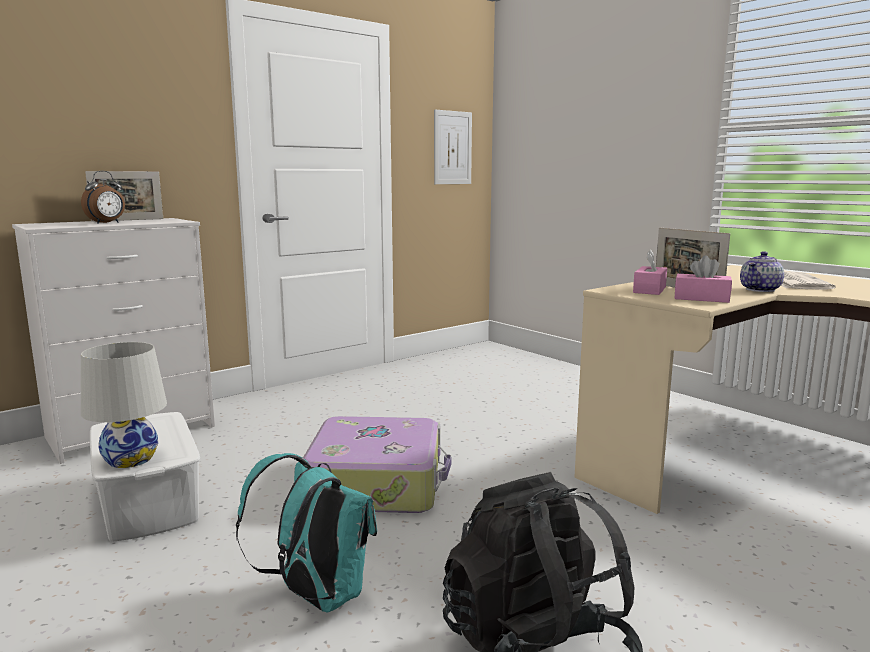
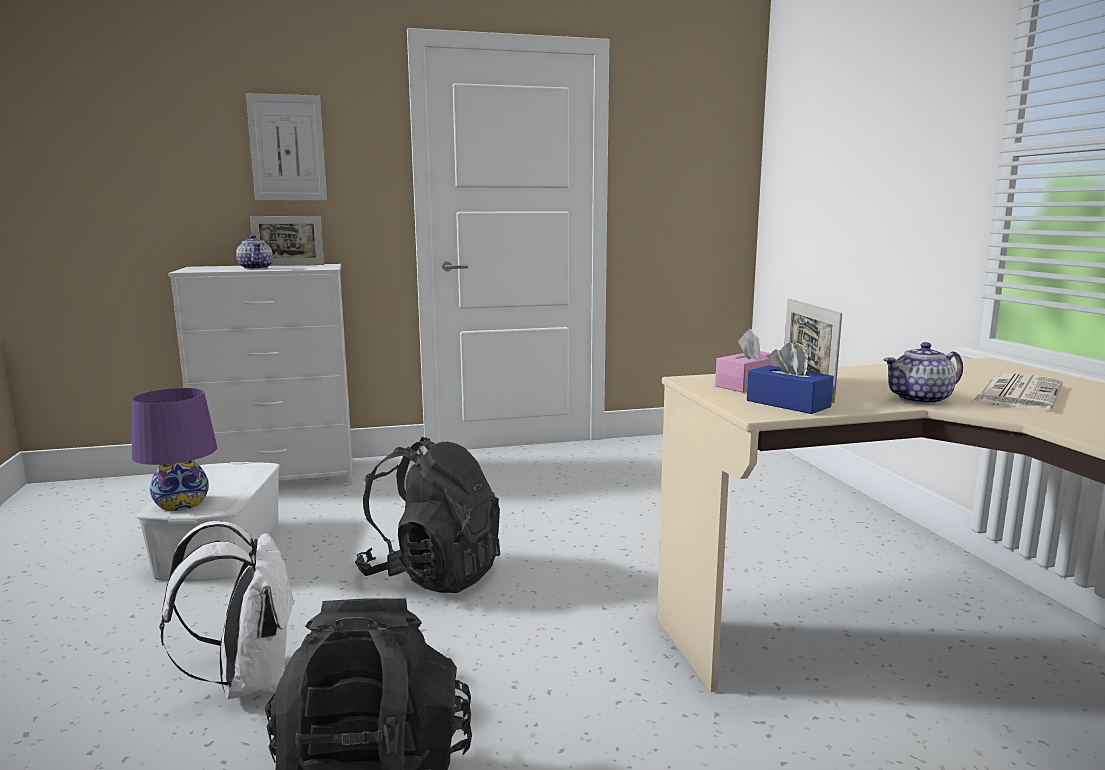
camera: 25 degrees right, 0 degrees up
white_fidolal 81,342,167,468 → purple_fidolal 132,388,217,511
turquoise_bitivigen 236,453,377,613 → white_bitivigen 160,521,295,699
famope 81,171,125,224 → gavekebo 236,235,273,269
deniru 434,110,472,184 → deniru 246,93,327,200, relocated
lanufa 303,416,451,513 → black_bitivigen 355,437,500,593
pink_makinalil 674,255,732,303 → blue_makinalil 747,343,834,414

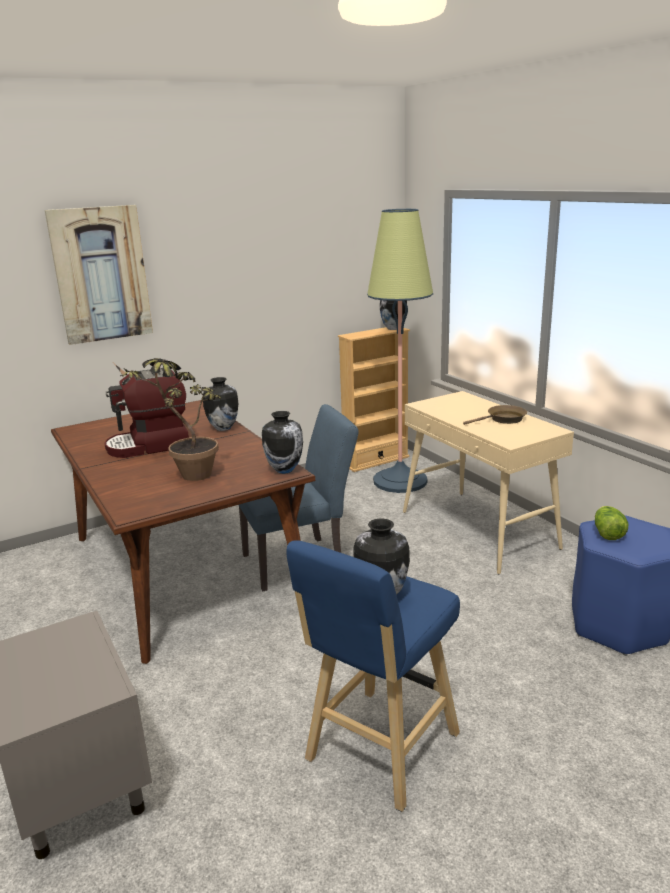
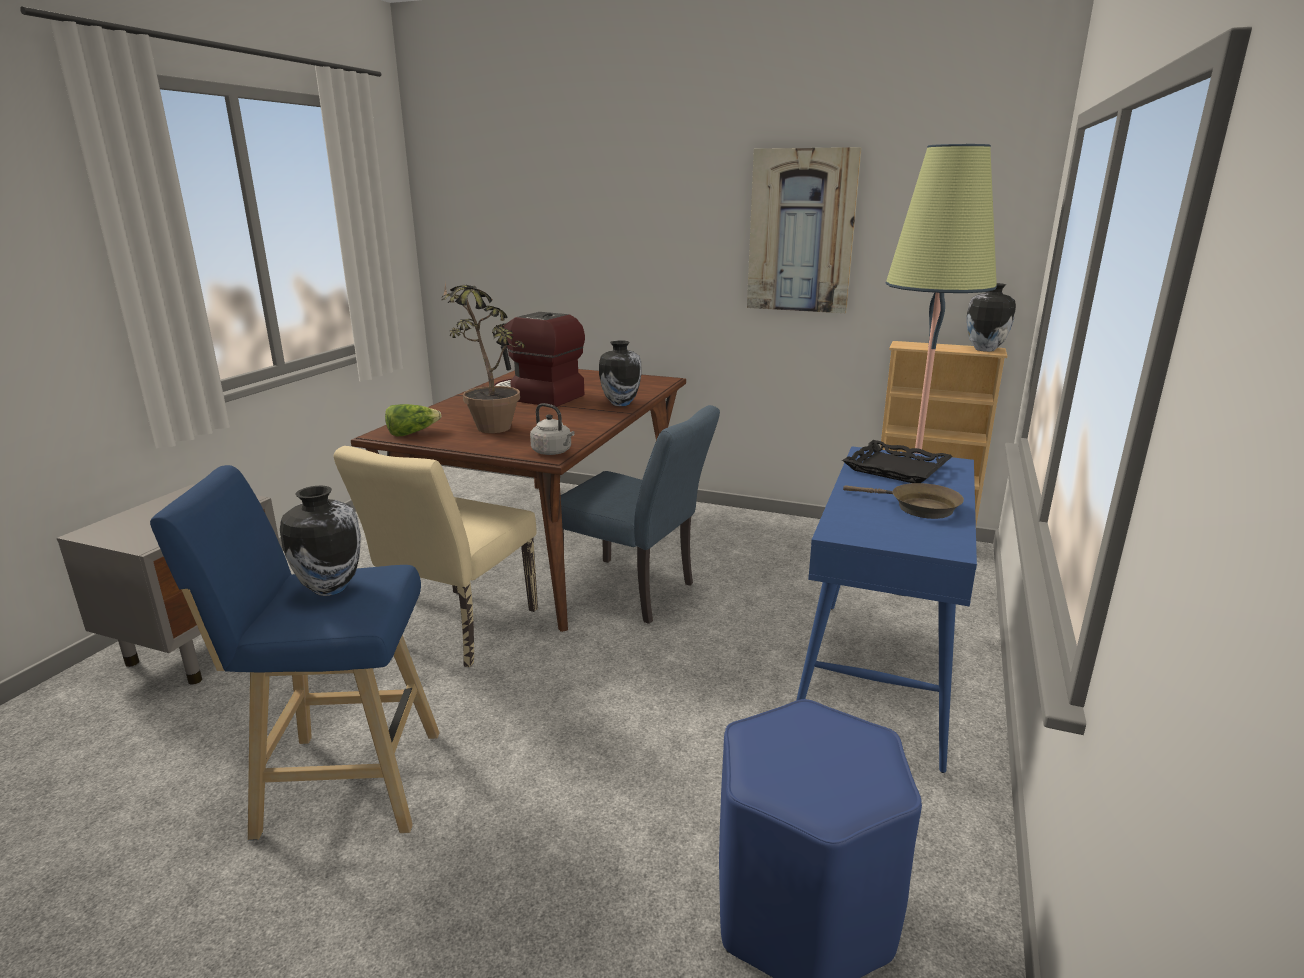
camera: 50 degrees right, 0 degrees up
- → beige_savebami 334,446,538,667
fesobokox 595,506,628,540 → fesobokox 385,404,441,437, relocated
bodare 262,411,303,474 → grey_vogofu 530,403,575,455
deniru 45,205,153,345 → deniru 747,147,862,313, relocated
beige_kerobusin 403,391,574,574 → blue_kerobusin 796,446,977,773
- → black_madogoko 842,440,953,483

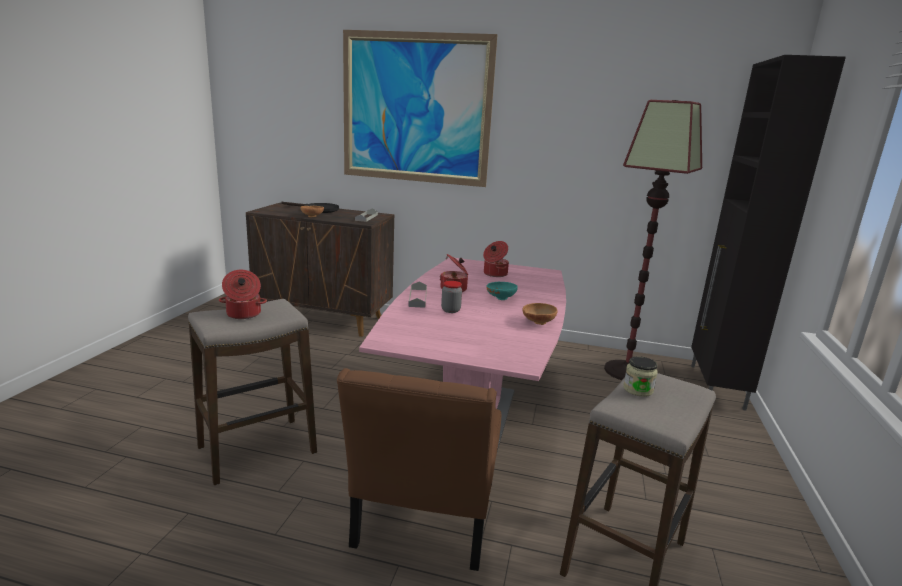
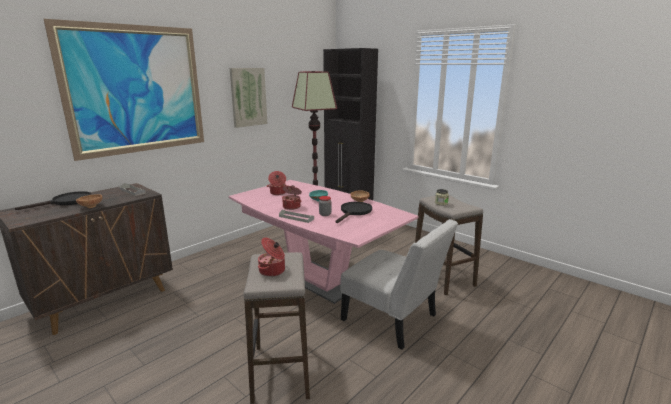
camera: 60 degrees left, 0 degrees up
- → deniru 230,68,267,128
- → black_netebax 335,202,372,223
brown_savebami 337,368,501,571 → white_savebami 340,219,458,349

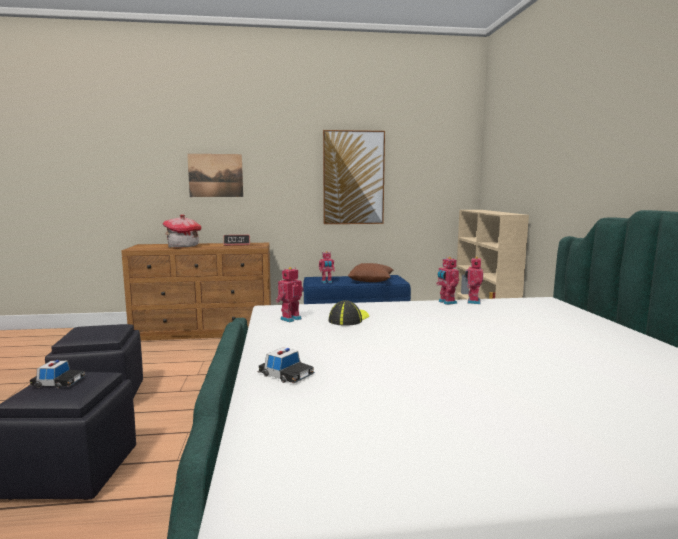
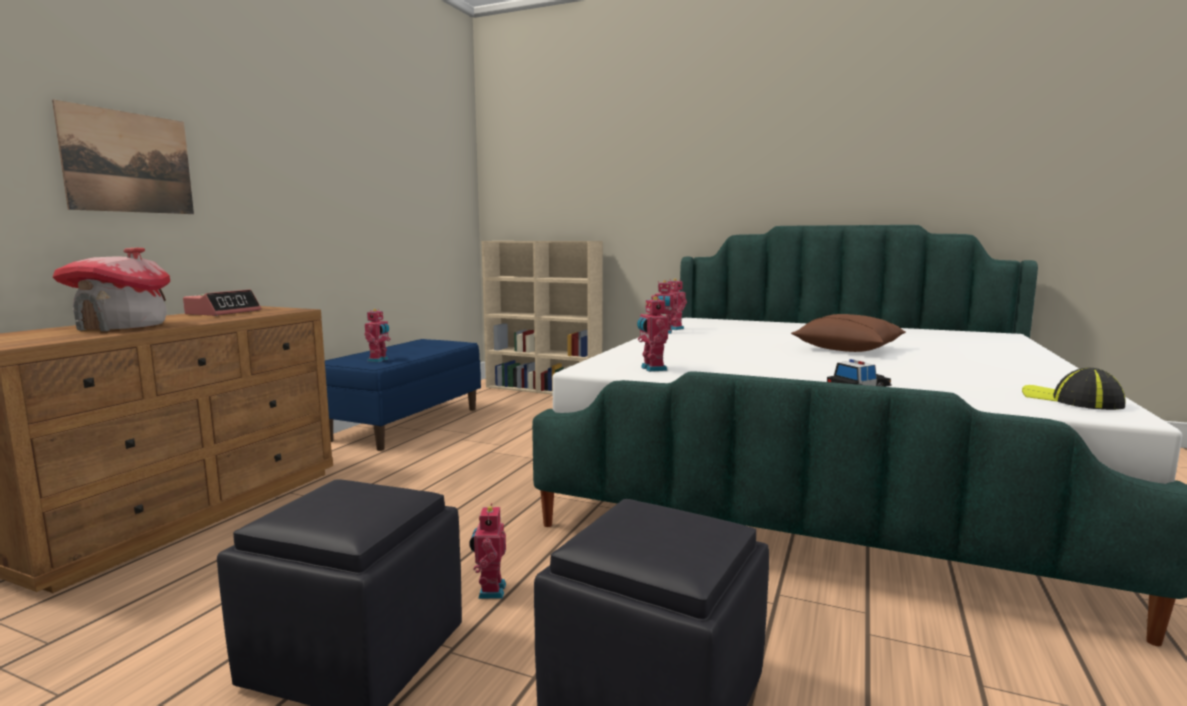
camera: 60 degrees left, 0 degrees up
- → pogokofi 469,503,506,599
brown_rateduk 348,263,393,282 → brown_rateduk 791,314,906,352, relocated
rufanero 329,300,369,326 → rufanero 1022,367,1126,410, relocated
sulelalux 29,360,86,389 → -
deniru 323,130,385,224 → -

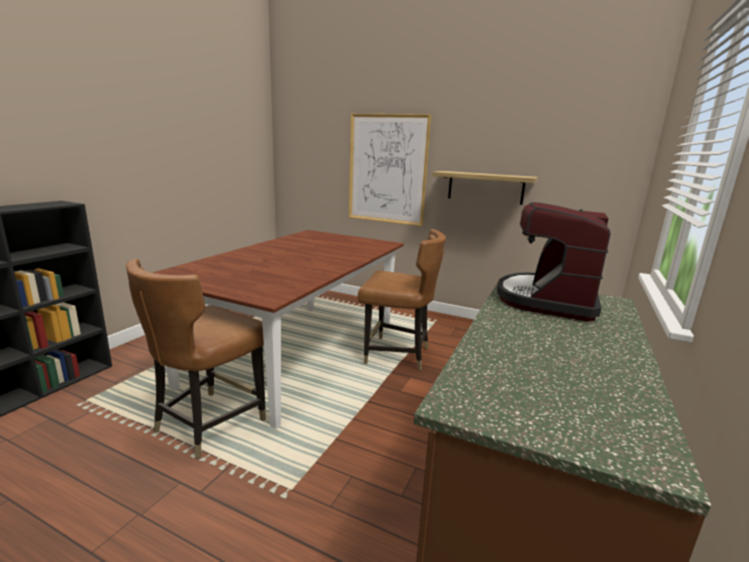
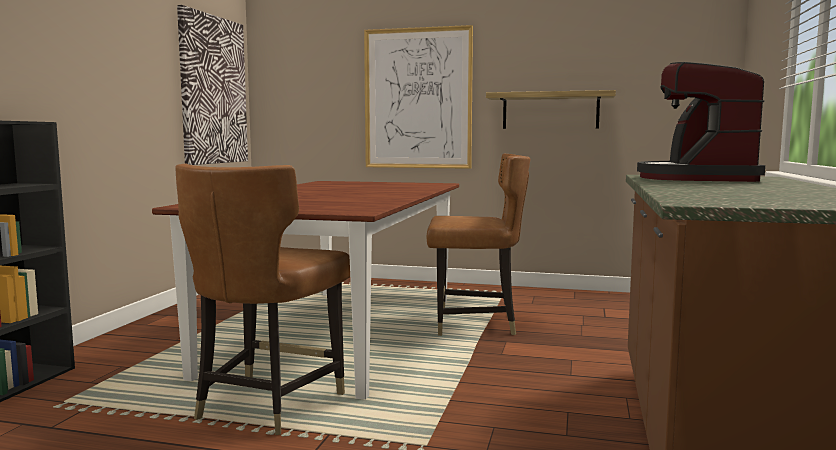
camera: 10 degrees left, 10 degrees down
- → deniru 177,5,248,165

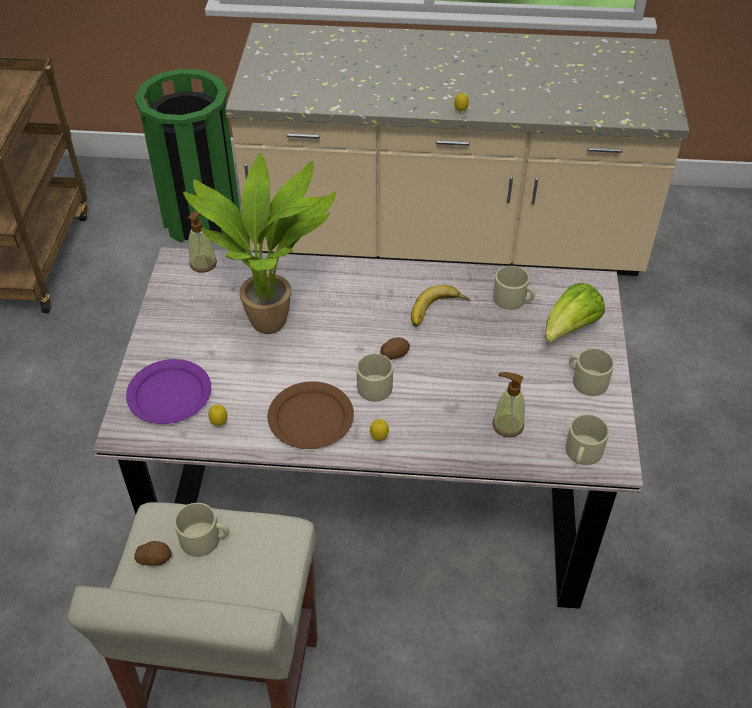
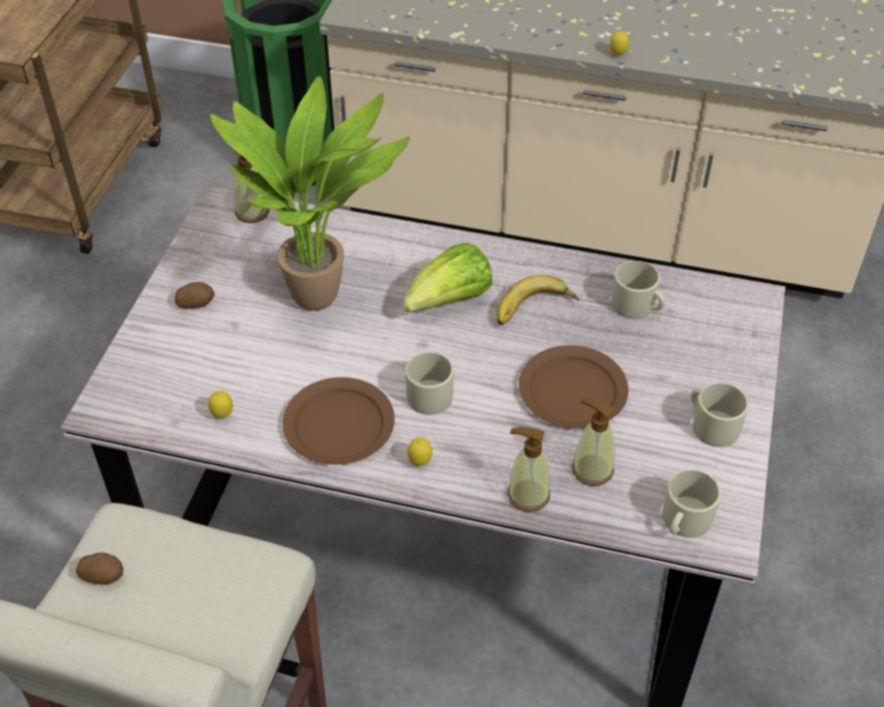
camera: 10 degrees right, 0 degrees up
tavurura 380,337,410,360 → tavurura 175,282,214,309, relocated
fesobokox 545,283,605,343 → fesobokox 403,243,493,313, relocated
- → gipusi 507,427,550,512
- → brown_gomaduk 519,345,628,429
purple_gomaduk 126,359,211,424 → -
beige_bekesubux 174,503,229,557 → -

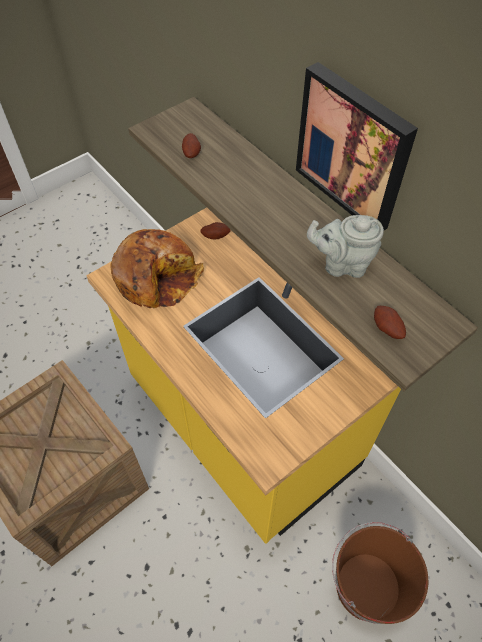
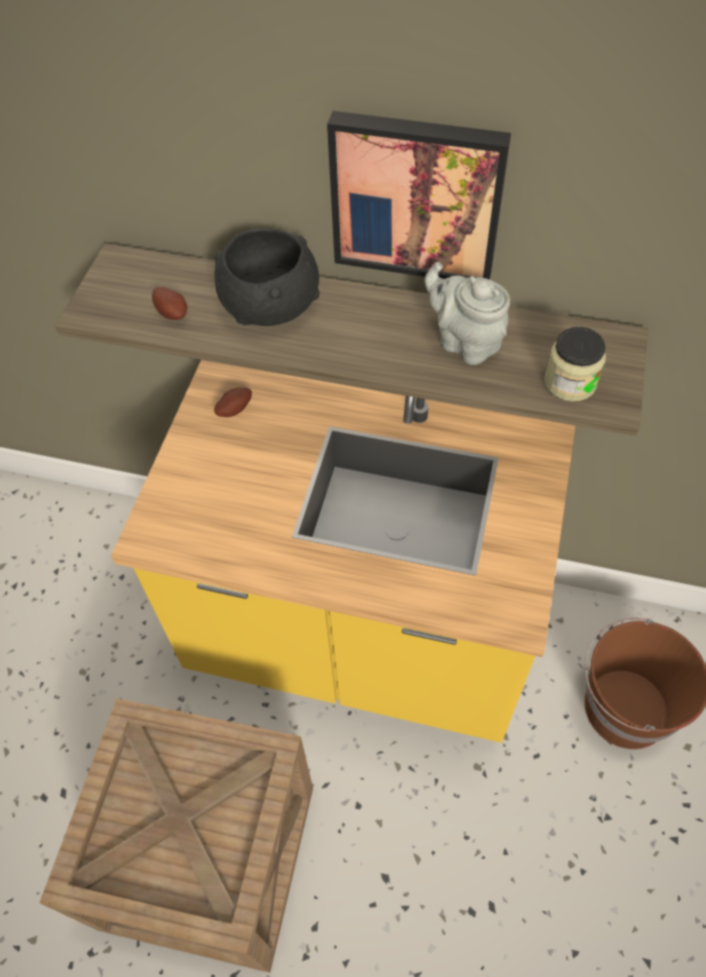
camera: 35 degrees left, 0 degrees up
- → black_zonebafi 214,228,320,326
grey_gavekebo 307,215,384,278 → grey_gavekebo 424,262,510,365, 75 degrees clockwise
tavurura 374,306,406,339 → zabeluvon 544,327,606,402
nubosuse 111,229,204,309 → -

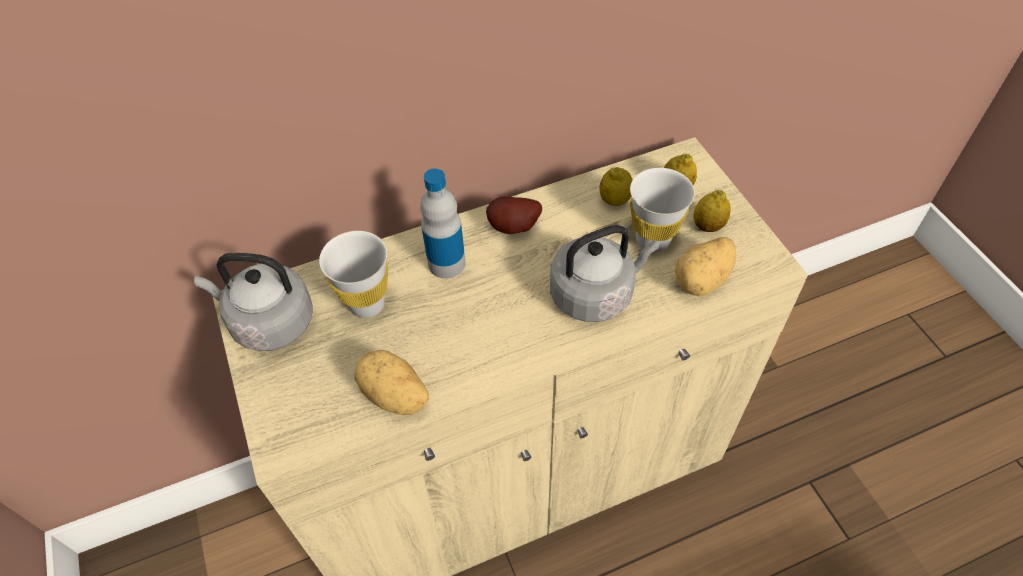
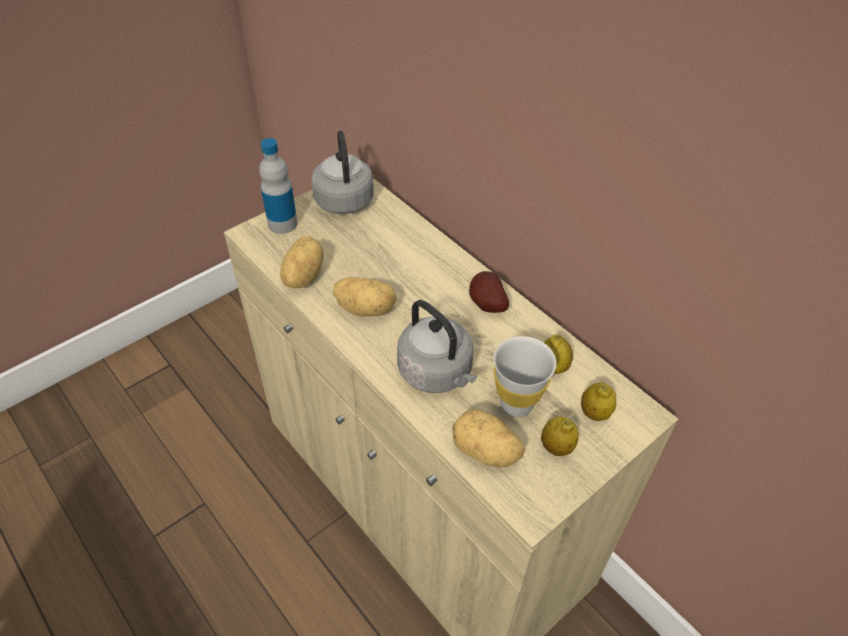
camera: 70 degrees right, 5 degrees down
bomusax 420,168,466,279 → bomusax 259,138,298,234, relocated
- → tavurura 333,277,397,316
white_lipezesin 319,231,388,318 → -

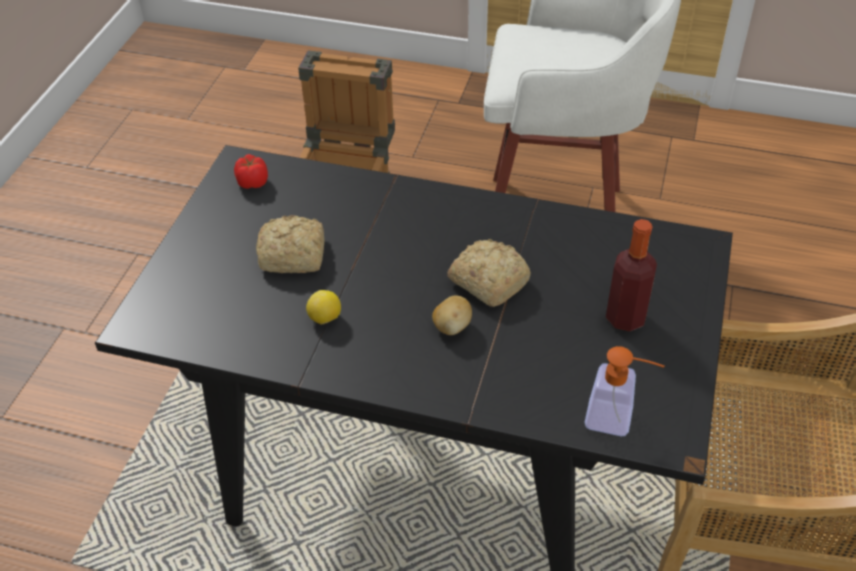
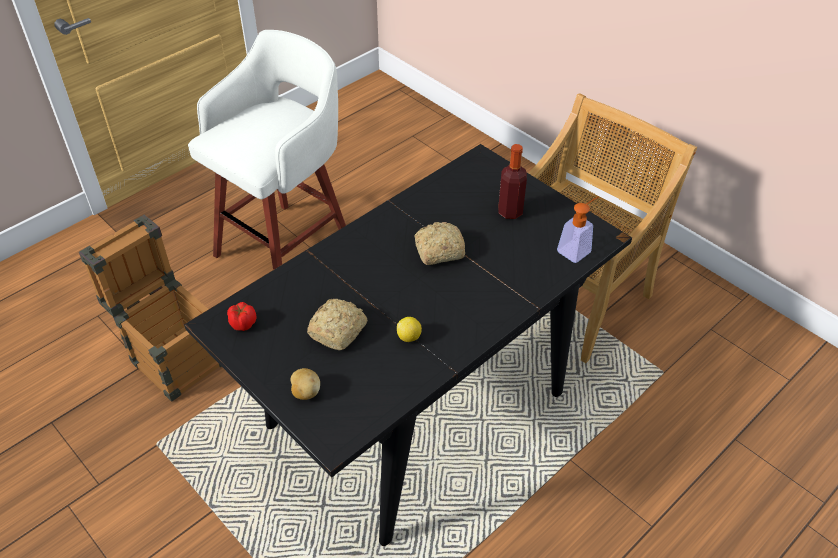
camera: 60 degrees left, 0 degrees up
tavurura 432,295,472,335 → tavurura 291,368,320,400, relocated

